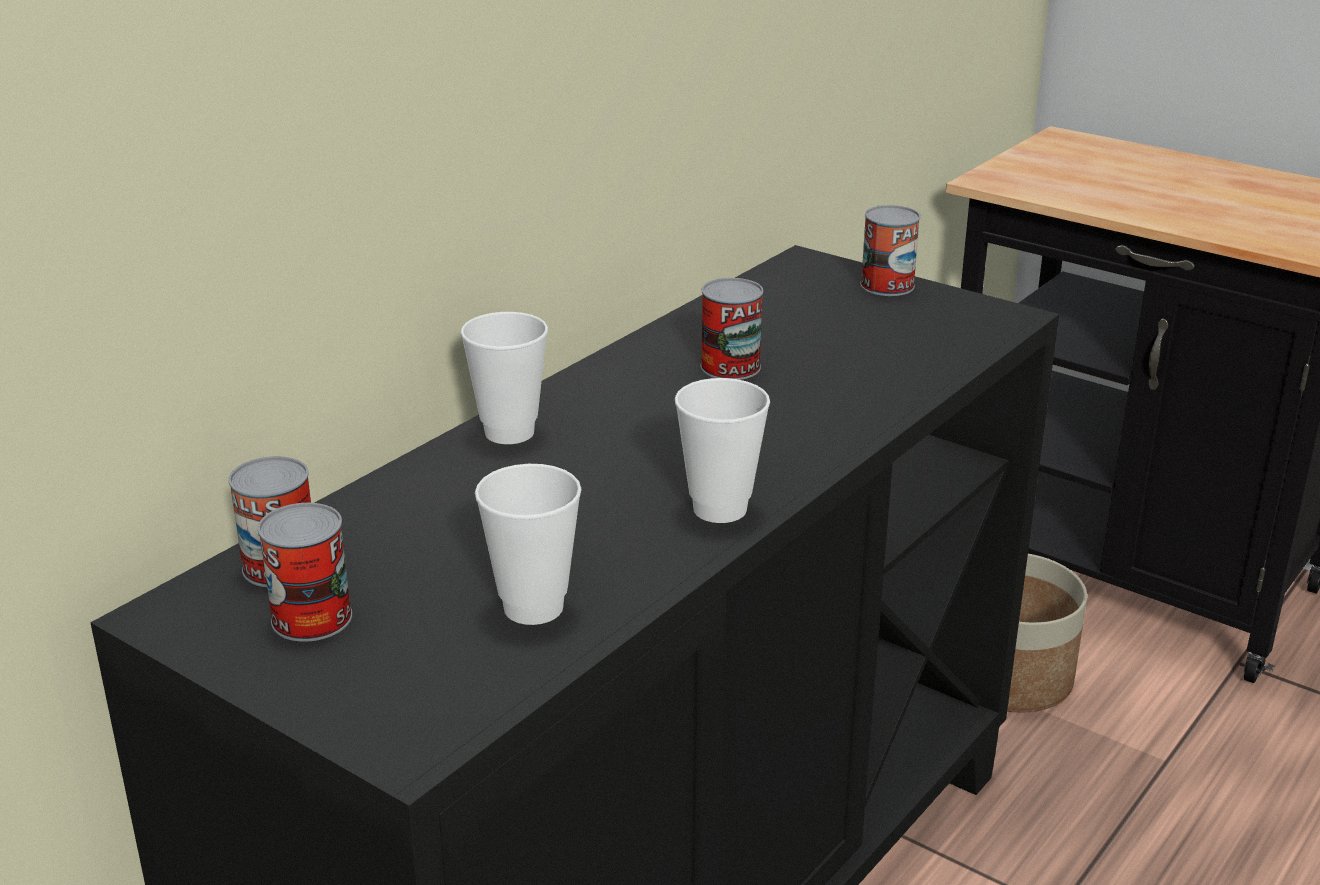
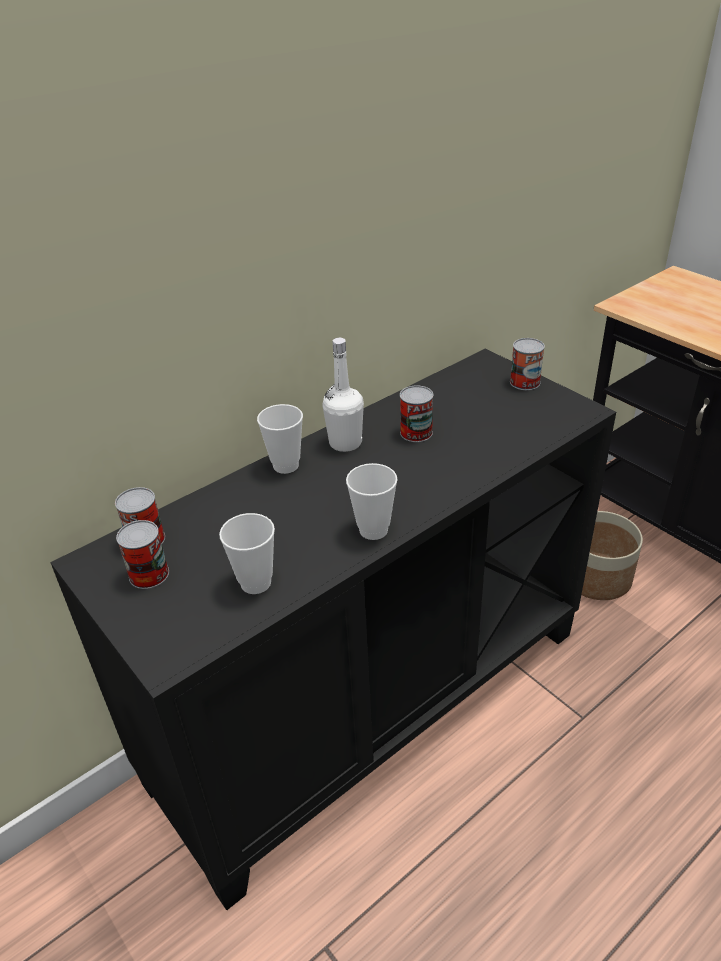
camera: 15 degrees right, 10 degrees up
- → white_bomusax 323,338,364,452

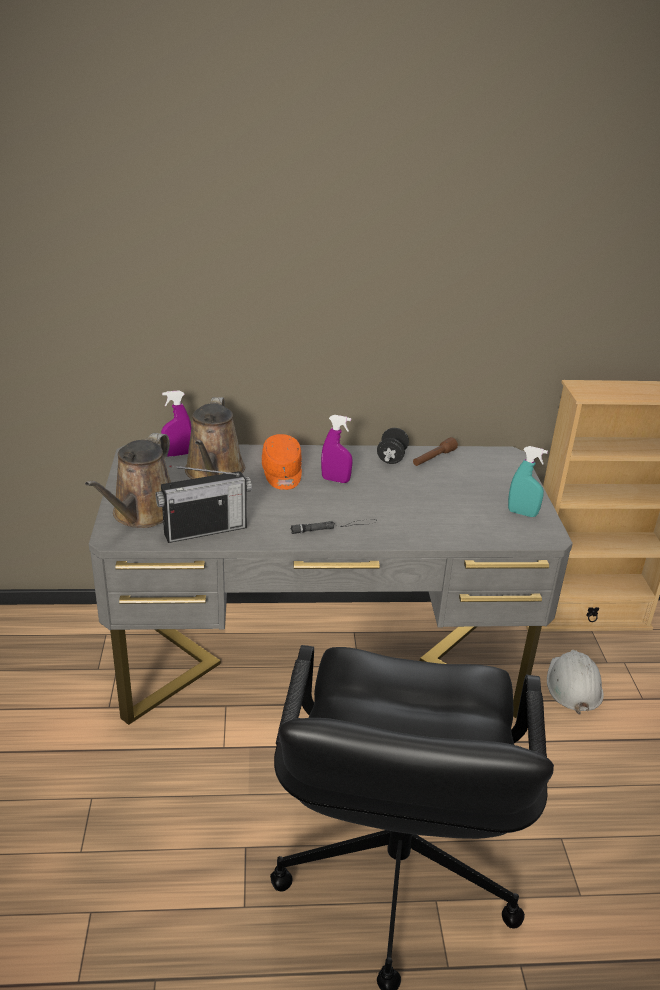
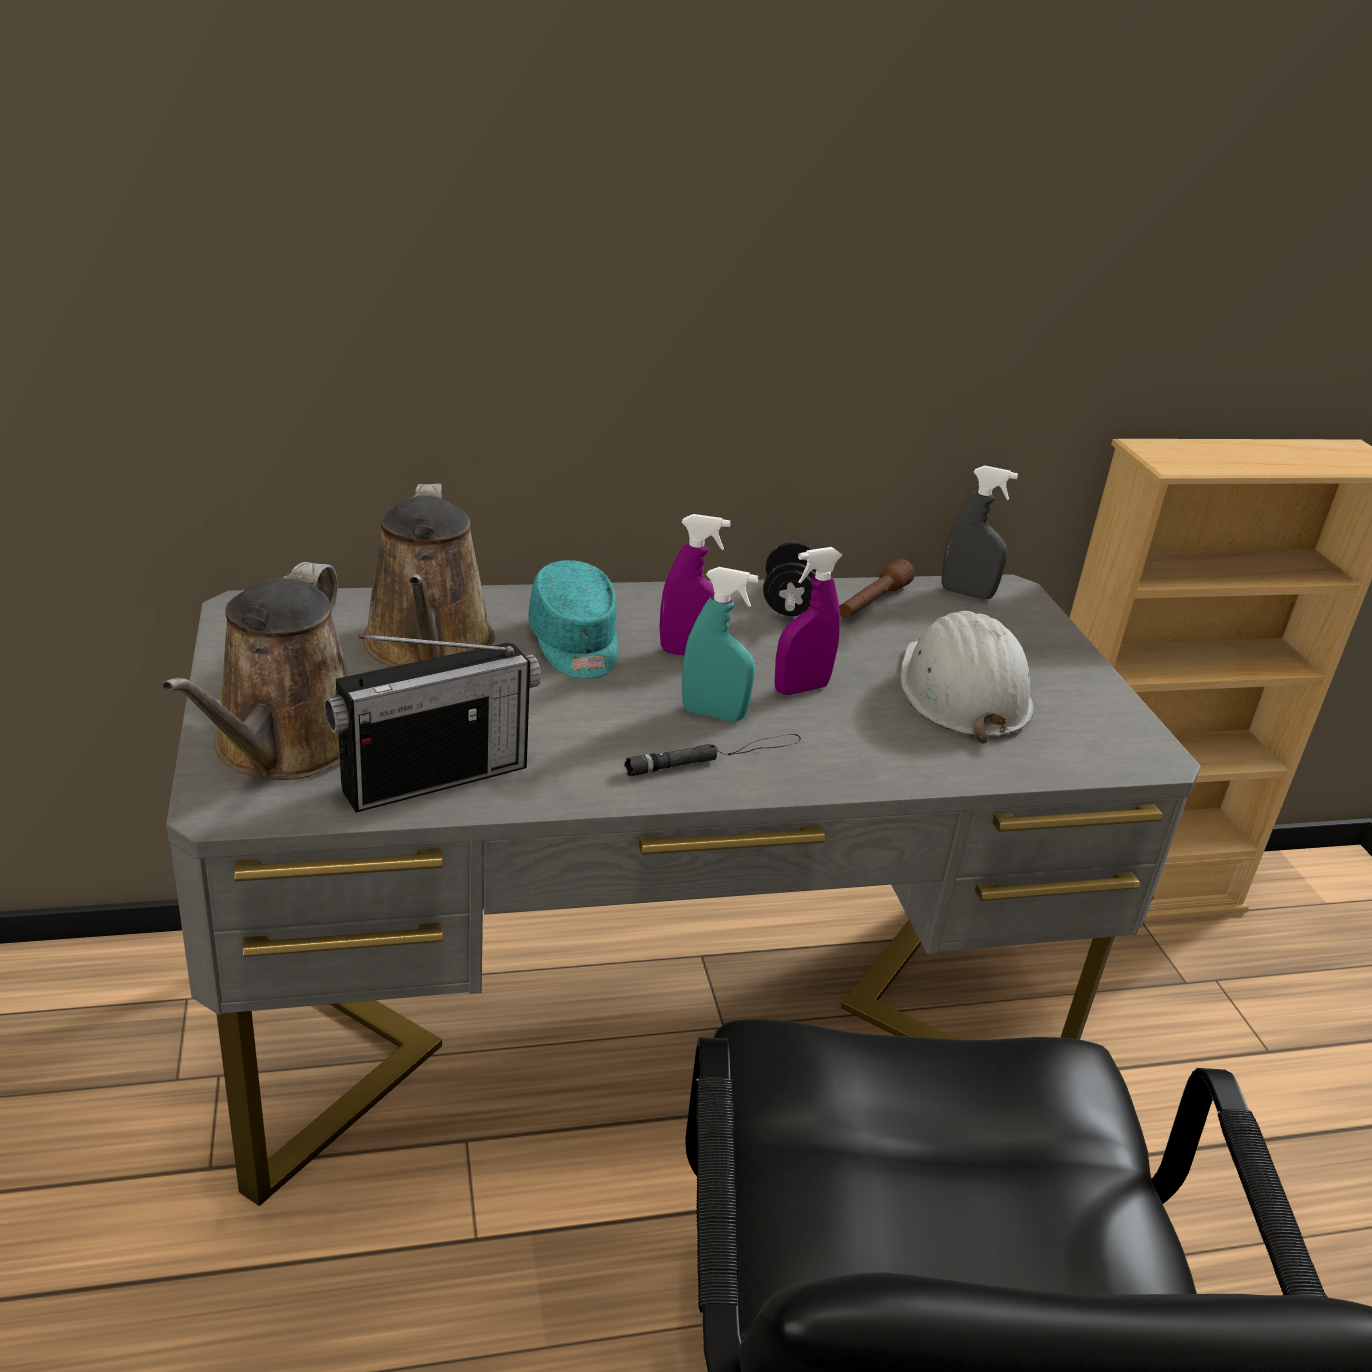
camera: 10 degrees left, 0 degrees up
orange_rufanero 262,434,302,490 → turquoise_rufanero 528,560,618,679
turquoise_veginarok 508,446,548,517 → turquoise_veginarok 682,567,758,721, relocated
purple_veginarok 161,390,192,457 → purple_veginarok 775,547,843,695, relocated
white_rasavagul 547,650,604,714 → white_rasavagul 900,611,1034,743, relocated
- → grey_veginarok 942,466,1018,599

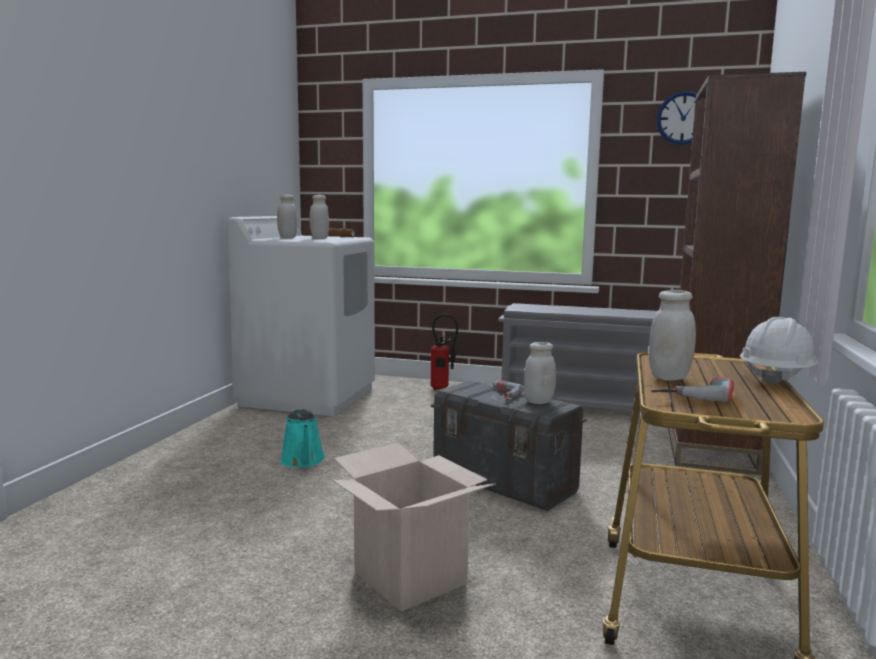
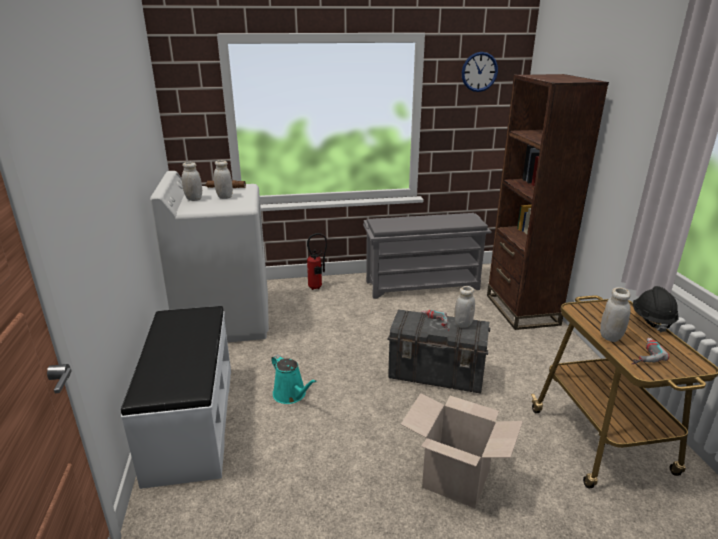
camera: 25 degrees left, 15 degrees up
- → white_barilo 121,306,231,489
white_rasavagul 740,317,818,386 → black_rasavagul 633,286,679,333

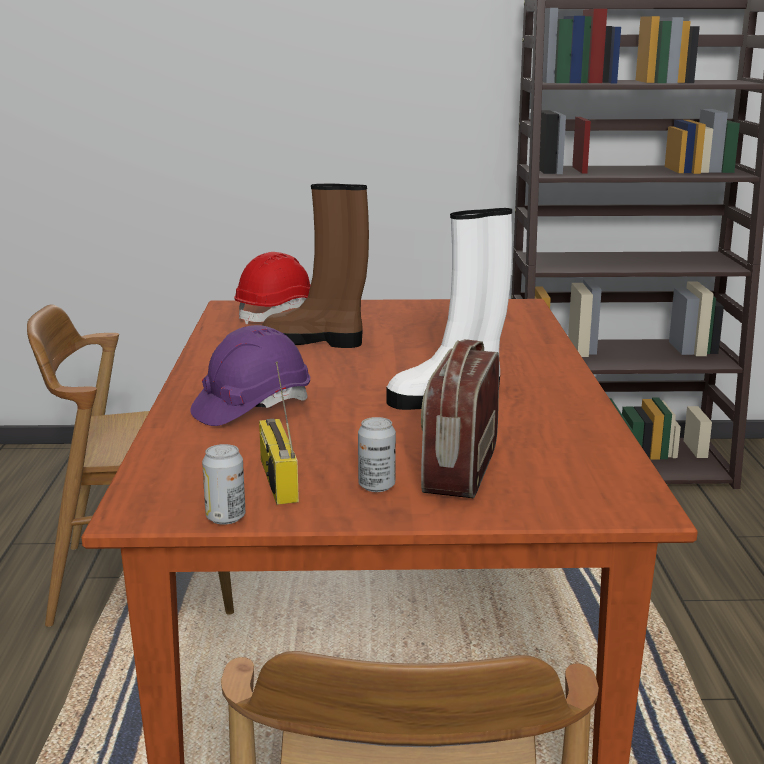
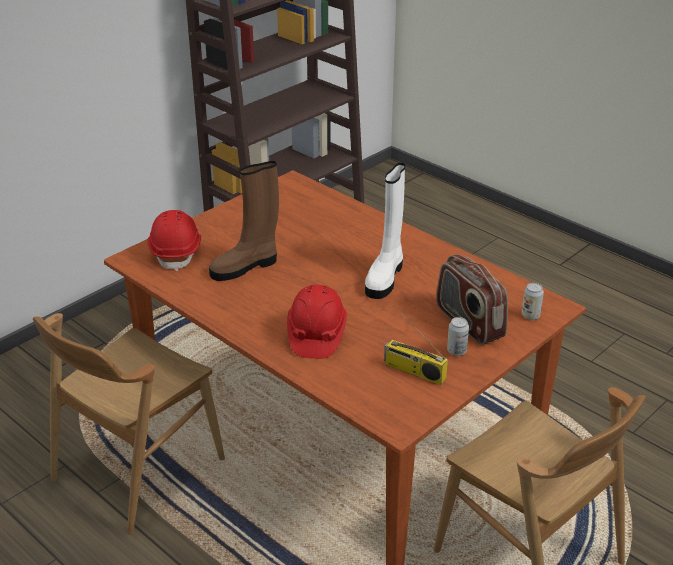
camera: 45 degrees left, 15 degrees up
purple_rasavagul 190,325,310,426 → red_rasavagul 287,285,347,359
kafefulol 202,444,245,525 → kafefulol 522,283,544,320, relocated

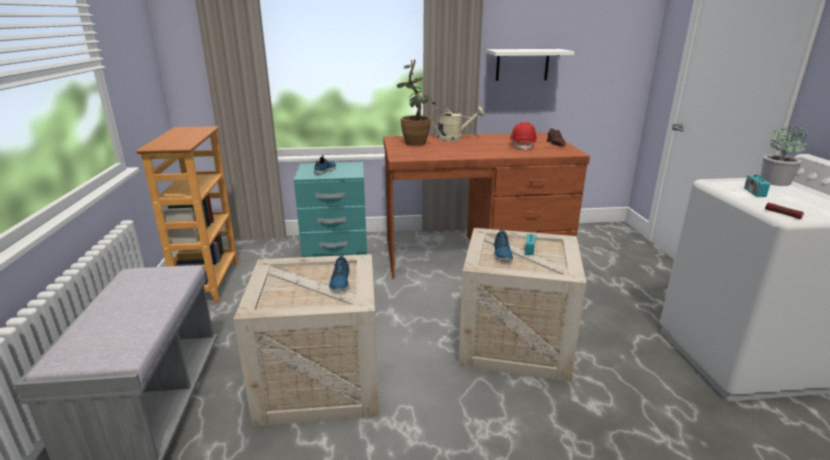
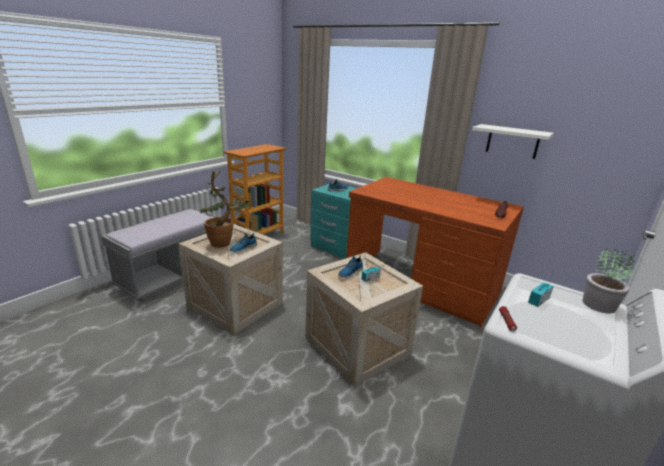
camera: 40 degrees right, 0 degrees up
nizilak 397,60,436,146 → nizilak 199,170,251,248, relocated
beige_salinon 432,107,485,141 → -
red_rasavagul 510,122,538,150 → -

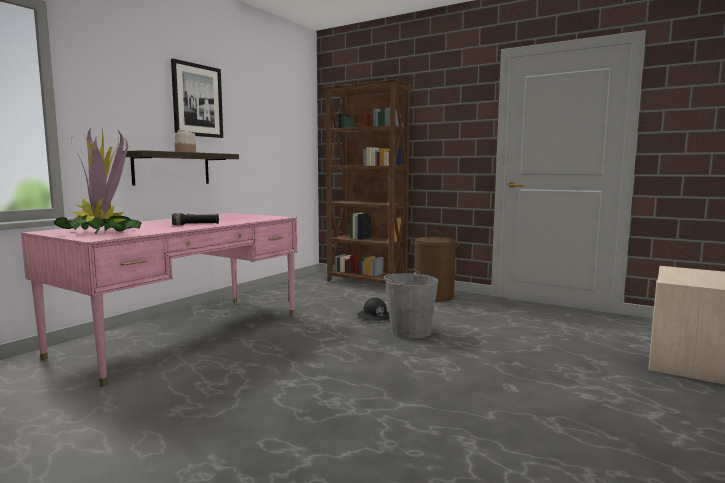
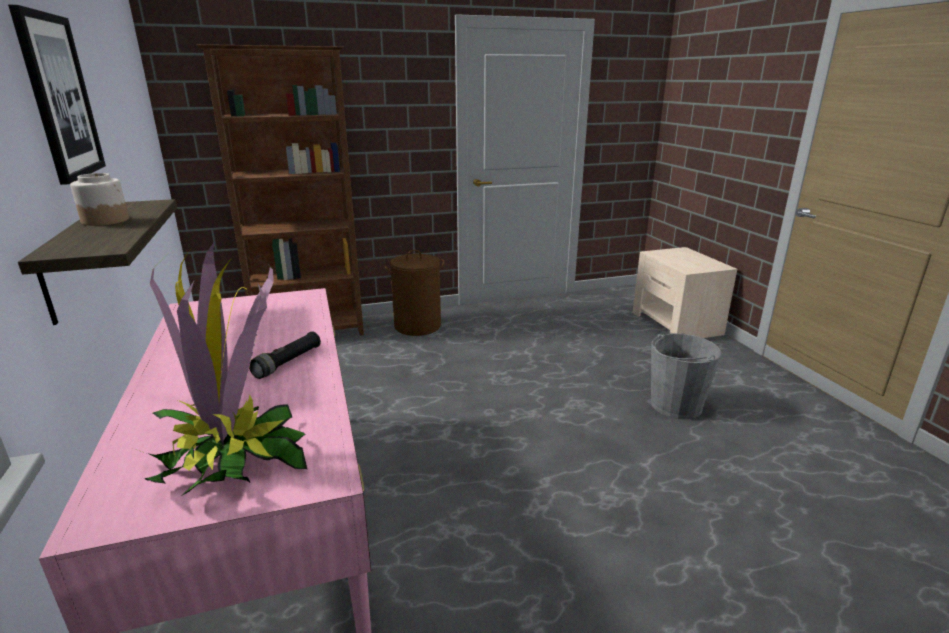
camera: 50 degrees left, 15 degrees up
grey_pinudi 384,271,438,339 → grey_pinudi 651,332,721,419, relocated
black_rasavagul 357,297,390,321 → -

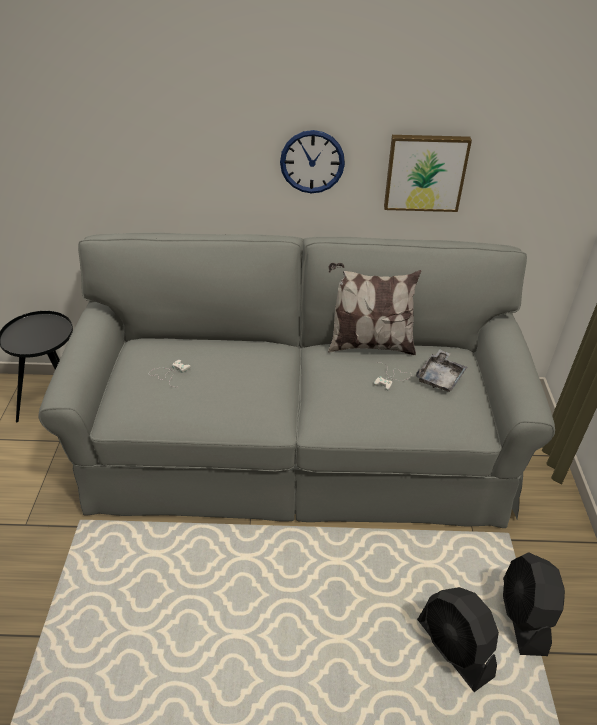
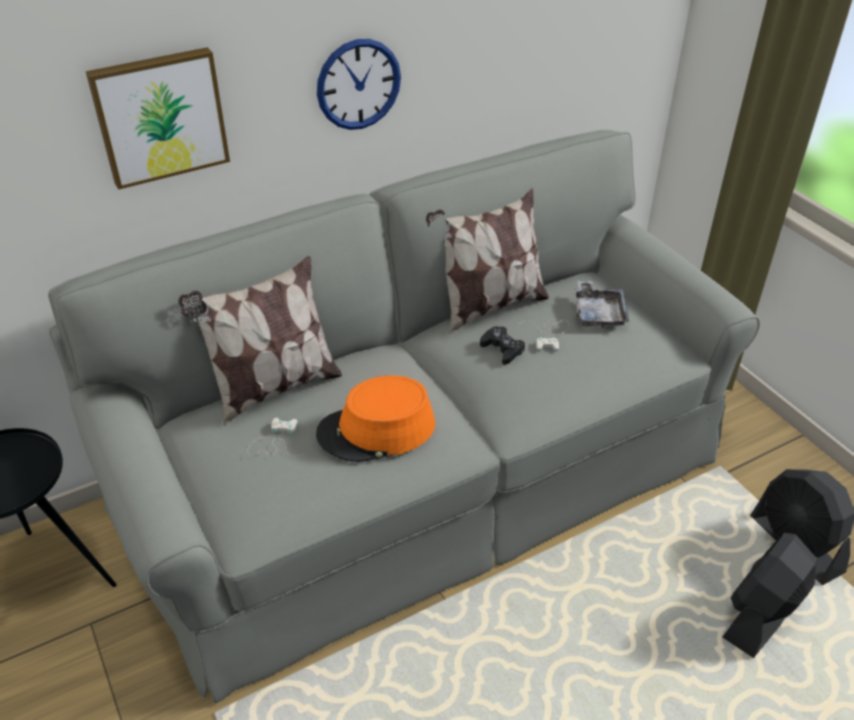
camera: 30 degrees left, 0 degrees up
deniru 384,135,472,212 → deniru 86,47,230,190, relocated
- → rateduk 178,256,342,426
- → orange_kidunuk 316,375,435,462
- → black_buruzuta 480,326,525,365
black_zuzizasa 417,587,499,692 → black_zuzizasa 722,533,817,658, 105 degrees clockwise

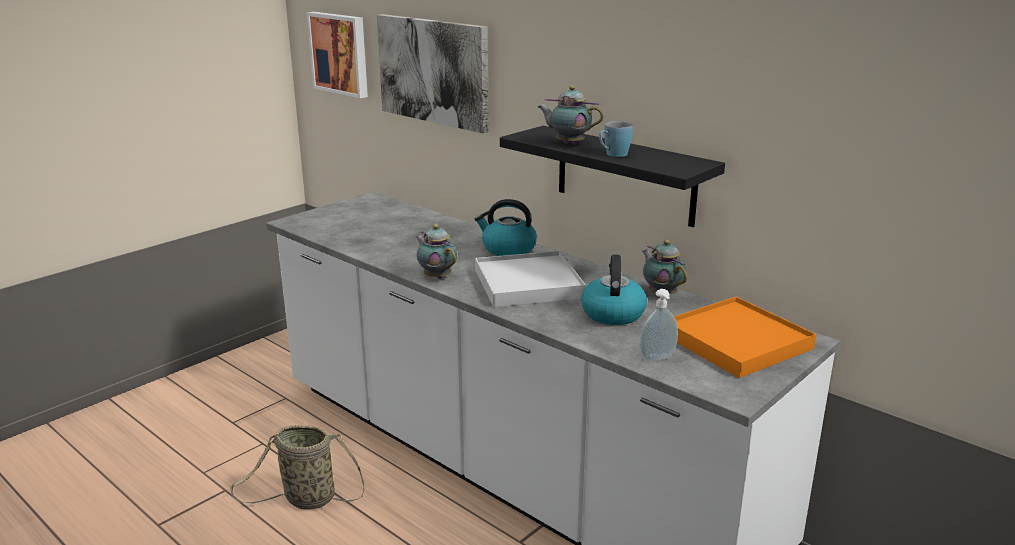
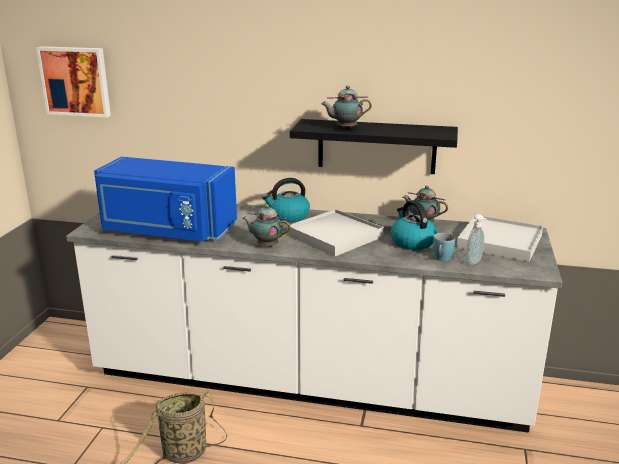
camera: 30 degrees left, 0 degrees up
- → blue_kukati 94,157,237,242
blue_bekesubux 599,121,633,157 → blue_bekesubux 433,233,455,261, relocated
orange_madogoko 674,297,817,378 → white_madogoko 457,216,543,262
deniru 377,14,489,133 → -

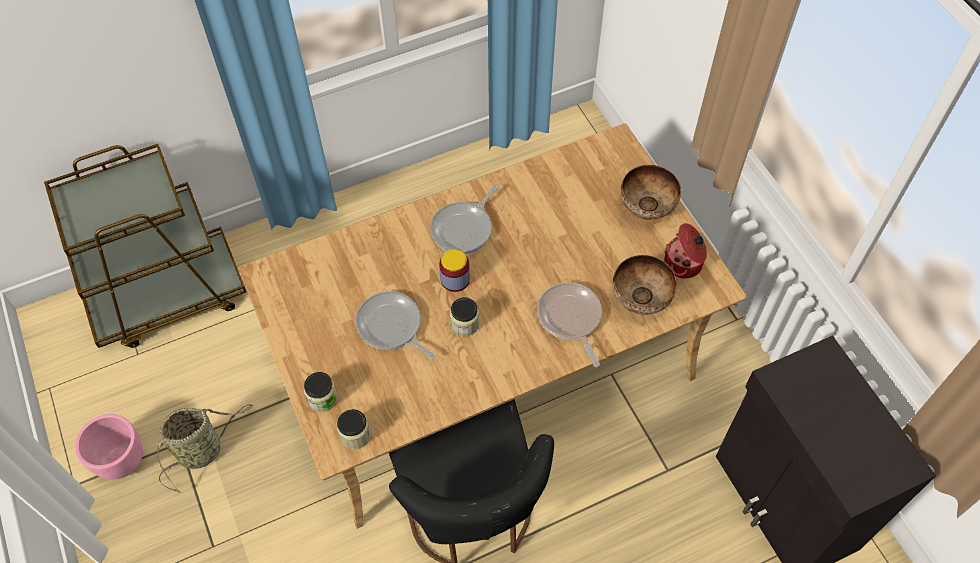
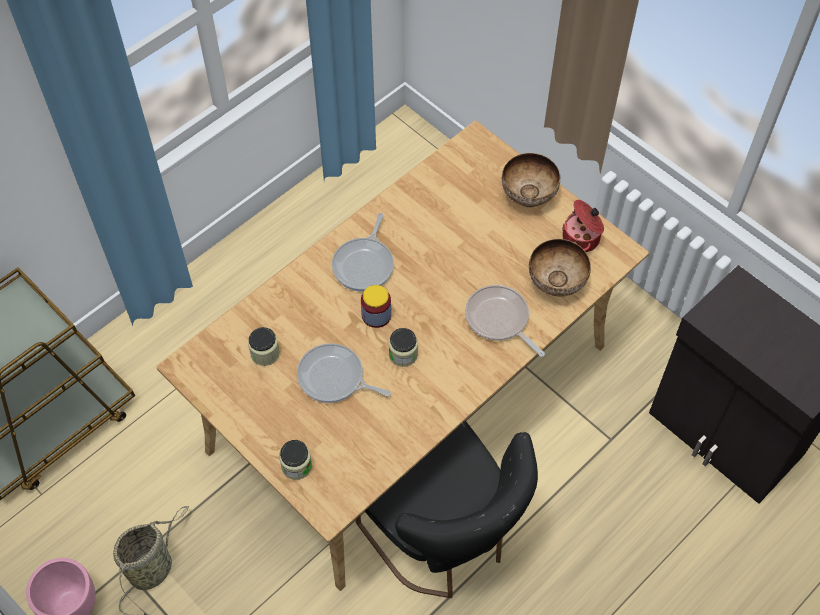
camera: 20 degrees left, 0 degrees up
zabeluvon 337,409,371,449 → zabeluvon 248,327,280,366, relocated

